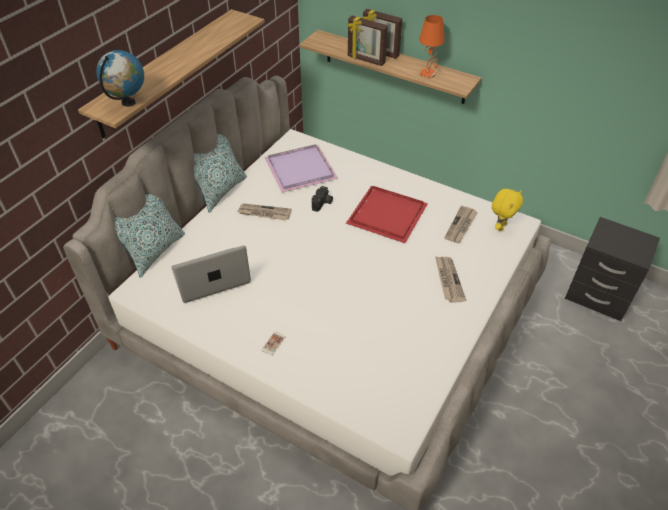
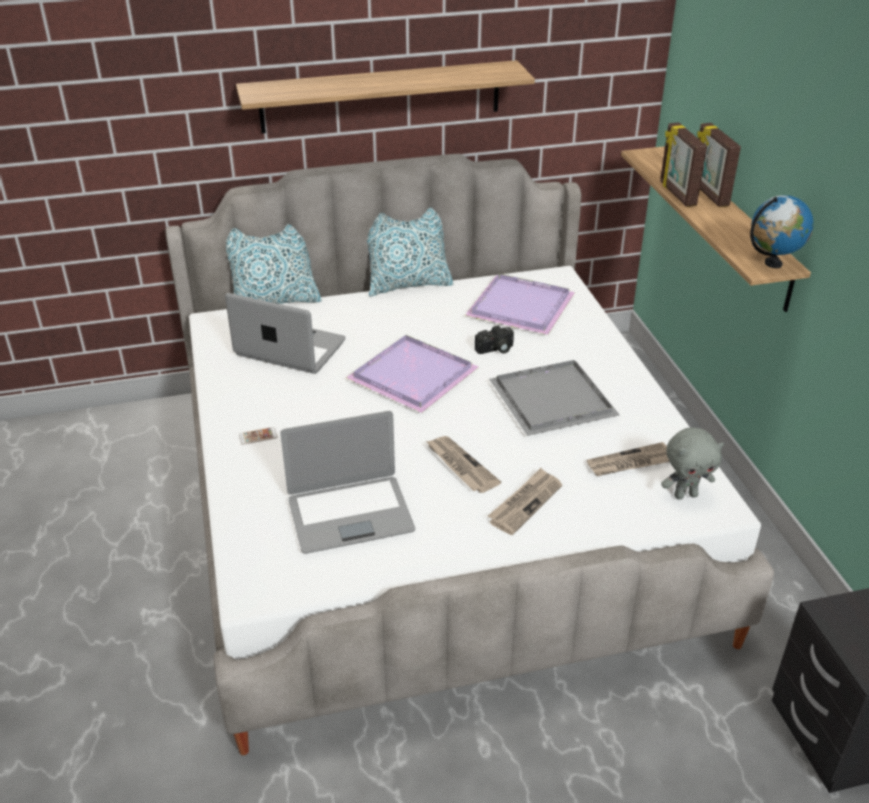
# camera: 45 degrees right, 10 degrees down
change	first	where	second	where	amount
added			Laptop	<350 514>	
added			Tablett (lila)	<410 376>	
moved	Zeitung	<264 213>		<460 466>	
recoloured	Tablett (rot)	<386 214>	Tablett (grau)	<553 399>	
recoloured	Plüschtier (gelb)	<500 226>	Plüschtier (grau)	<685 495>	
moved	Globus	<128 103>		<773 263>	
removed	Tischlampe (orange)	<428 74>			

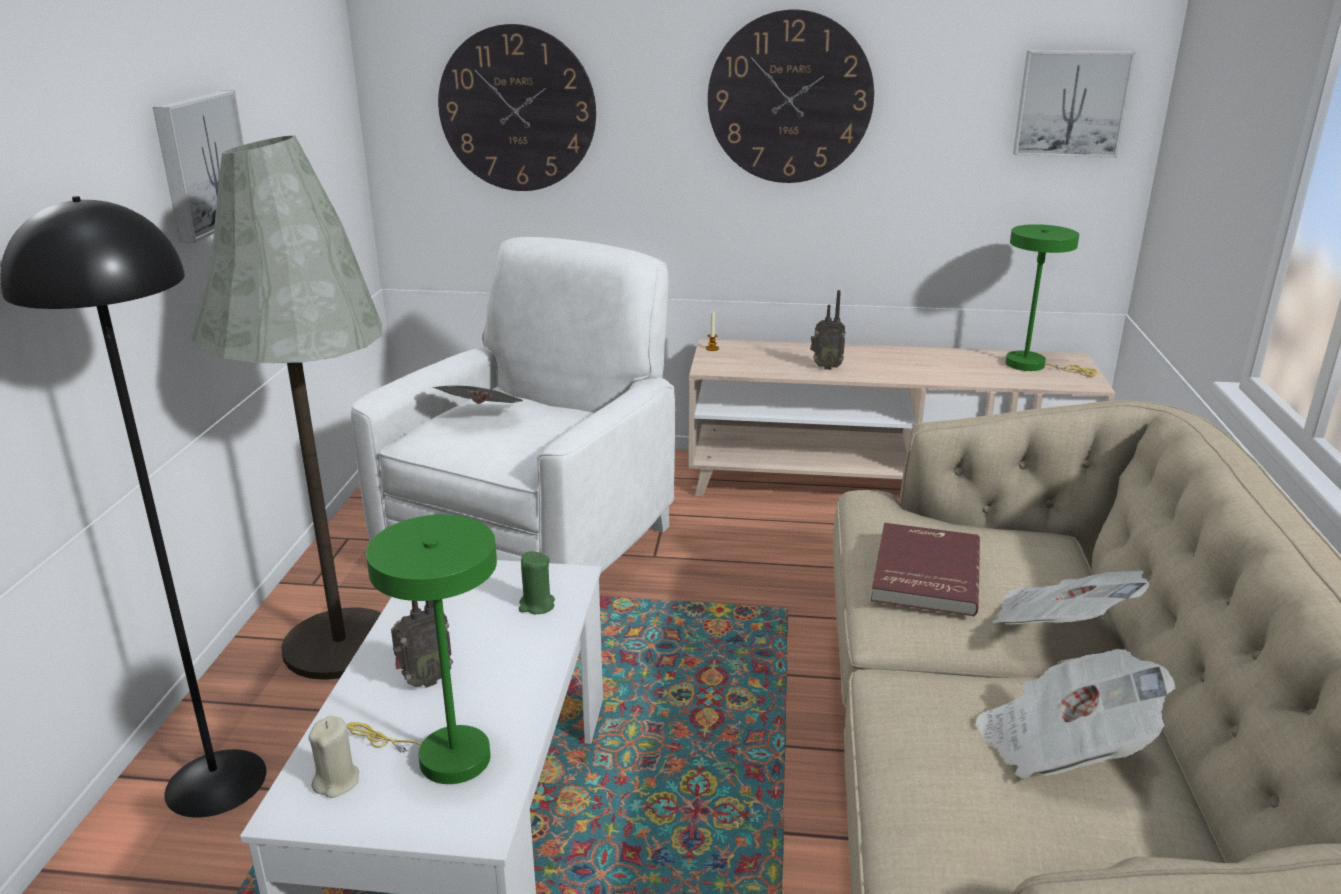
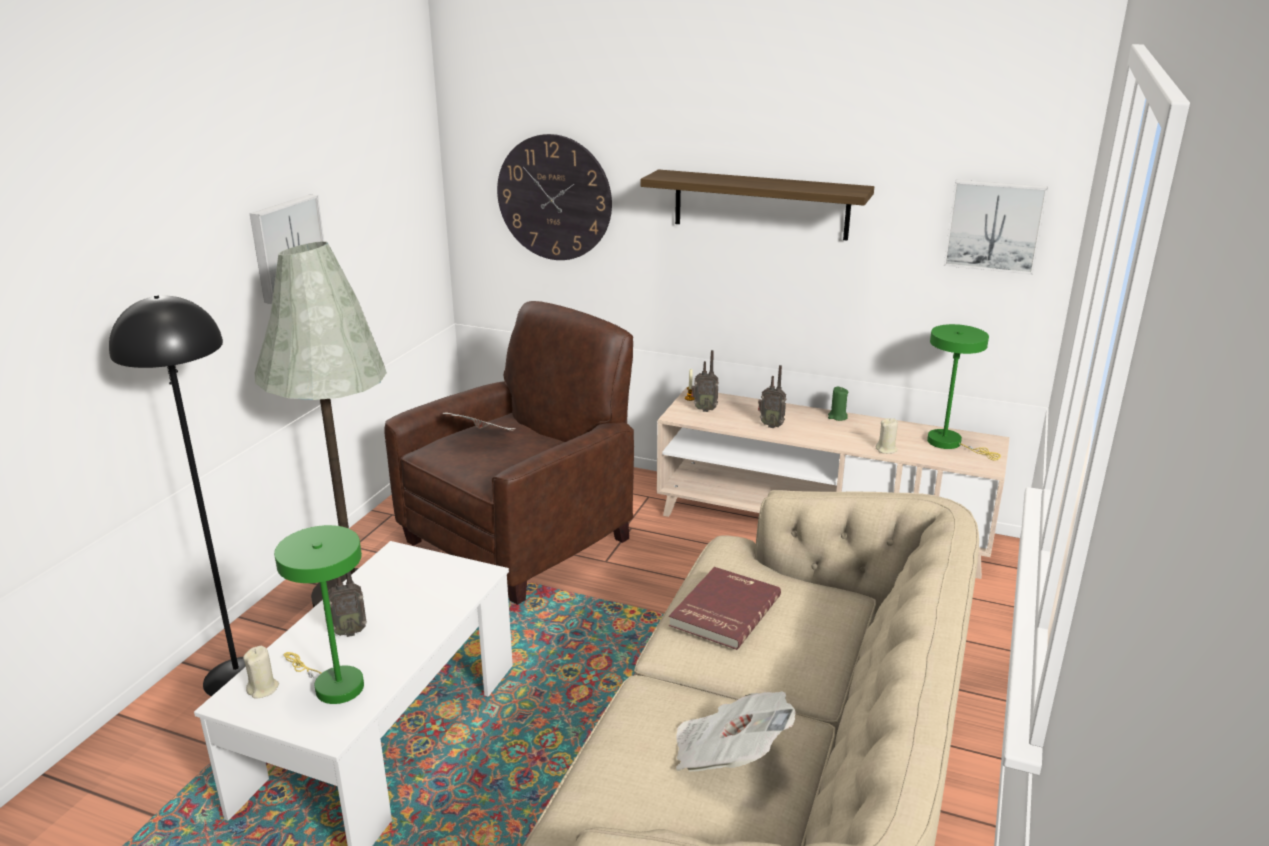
# camera: 15 degrees right, 0 degrees up
change	first	where	second	where	amount
recoloured	Sessel (weiß)	<534 545>	Sessel (braun)	<520 539>	
replaced	Wanduhr	<790 98>	Wandregal	<760 204>	
added			Radio	<704 409>	
moved	Kerze (grün)	<536 605>		<837 417>	
added			Kerze (beige)	<886 449>	
removed	Zeitung	<1059 628>			

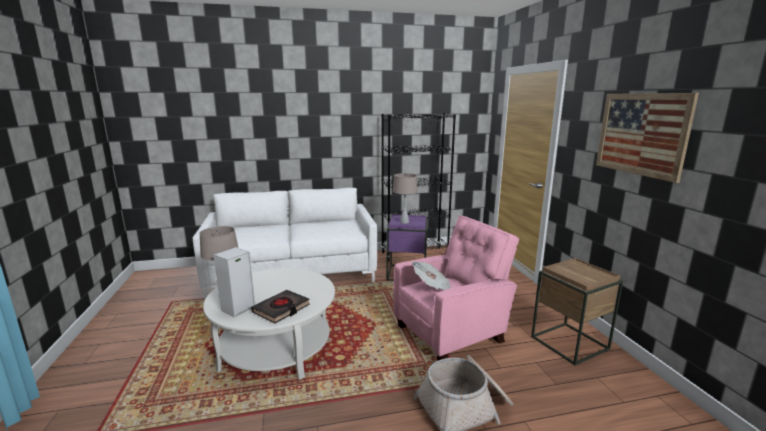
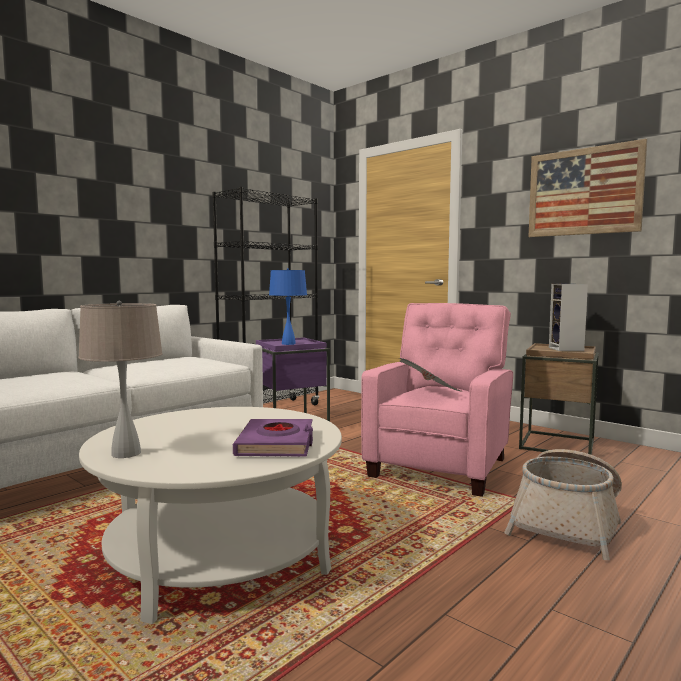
# camera: 35 degrees left, 10 degrees down
change	first	where	second	where	amount
recoloured	Buch (schwarz)	<281 309>	Buch (lila)	<277 444>	
recoloured	Tischlampe (beige)	<404 222>	Tischlampe (blau)	<288 344>	
moved	Lautsprecher	<237 309>		<567 349>	

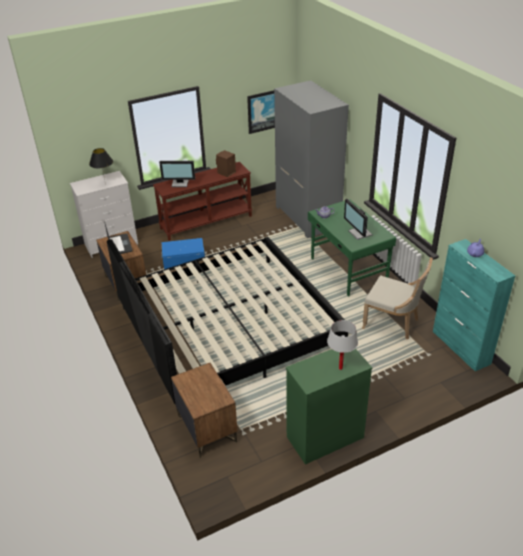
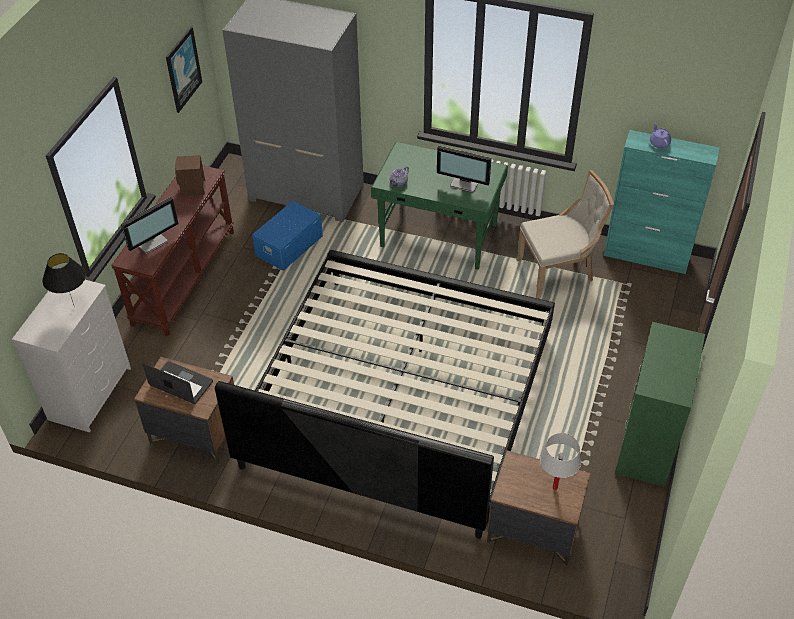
# camera: 45 degrees left, 10 degrees up
change	first	where	second	where	amount
moved	Aufbewahrungsbox (blau)	<184 262>		<288 245>	
moved	Tischlampe (weiß)	<340 368>		<555 487>	

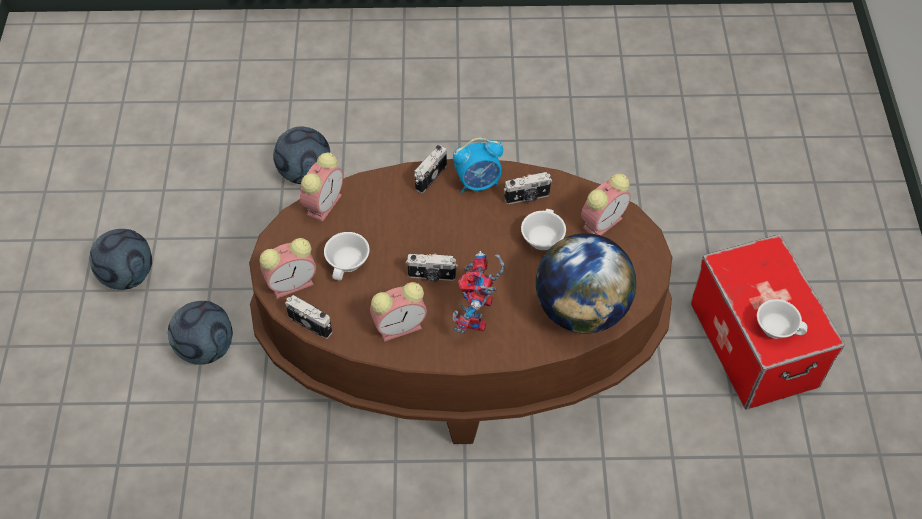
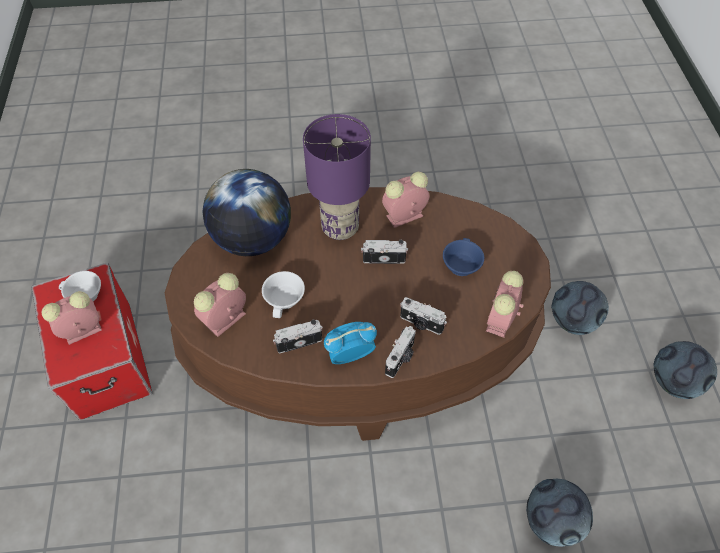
# camera: 175 degrees right, 0 degrees up
change	first	where	second	where	amount
moved	Wecker	<293 282>		<81 332>	
replaced	Spielzeugroboter	<479 317>	Tischlampe (lila)	<339 227>	
moved	Kamera	<311 323>		<421 323>	
recoloured	Tasse (weiß)	<349 263>	Tasse (blau)	<459 265>	

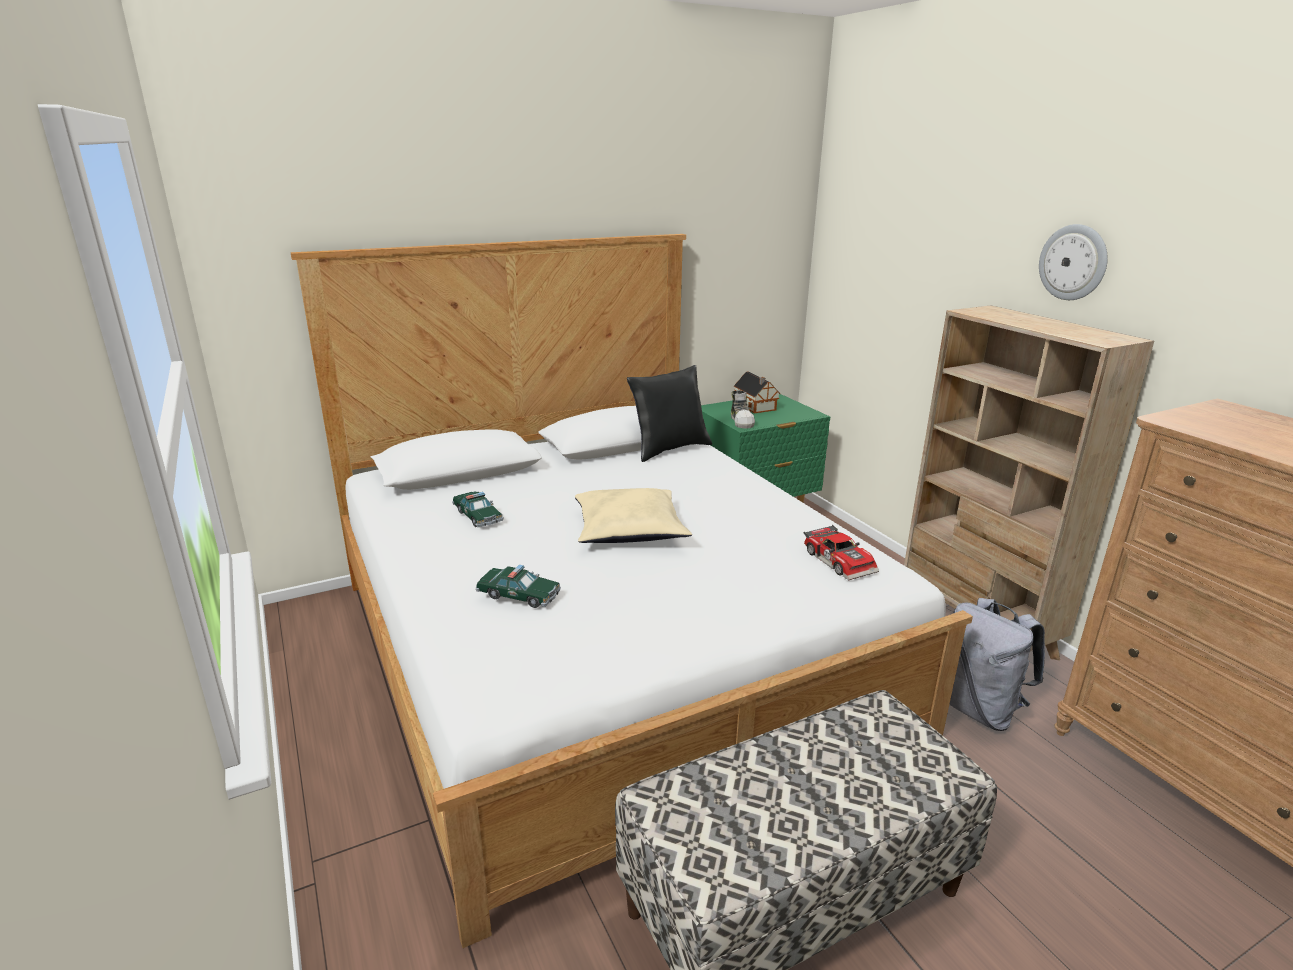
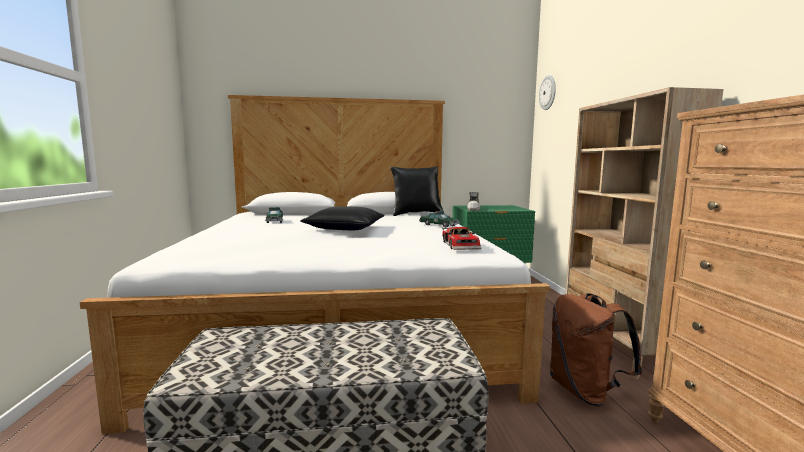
# camera: 20 degrees right, 15 degrees down
change	first	where	second	where	amount
recoloured	Kissen (beige)	<630 529>	Kissen (schwarz)	<346 228>	
moved	Spielzeugauto	<519 595>		<439 225>	
moved	Wanduhr	<1073 262>		<548 93>	
recoloured	Rucksack (grau)	<979 709>	Rucksack (braun)	<585 392>	
removed	Spielzeughaus	<755 406>			

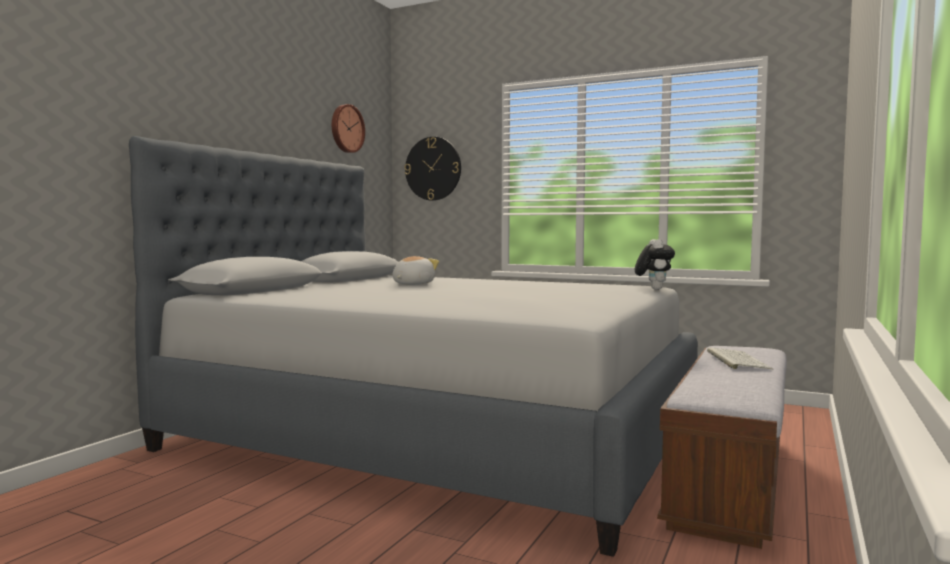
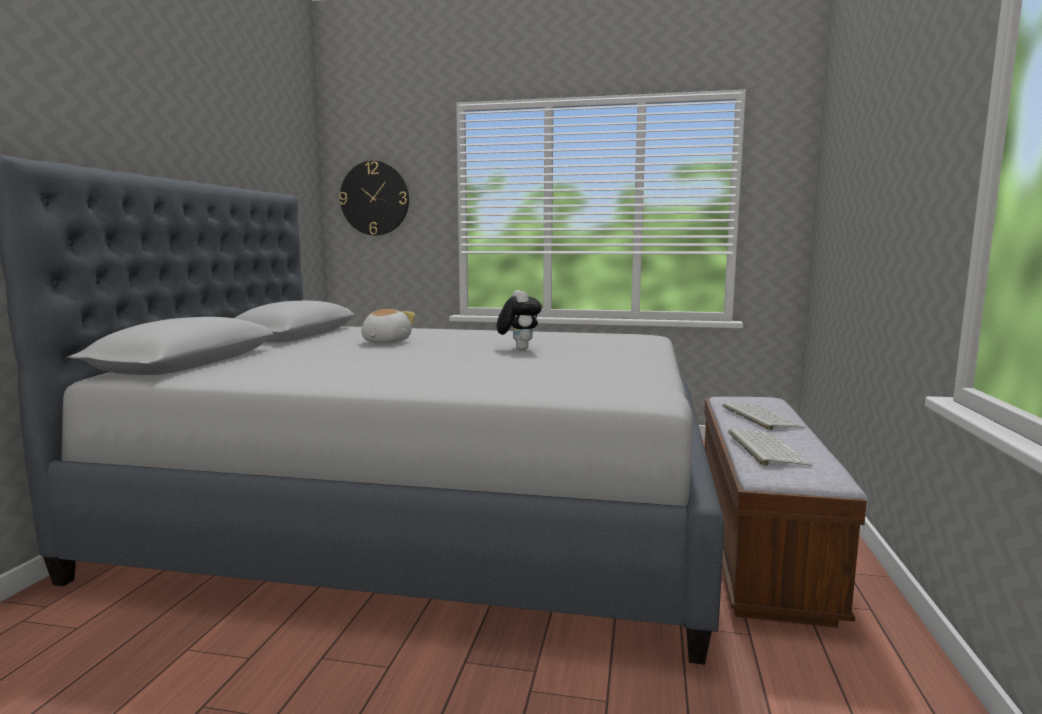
# camera: 15 degrees left, 5 degrees up
change	first	where	second	where	amount
moved	Plüschtier	<653 289>		<518 349>	
added			Tastatur	<764 448>	
removed	Wanduhr	<346 128>			

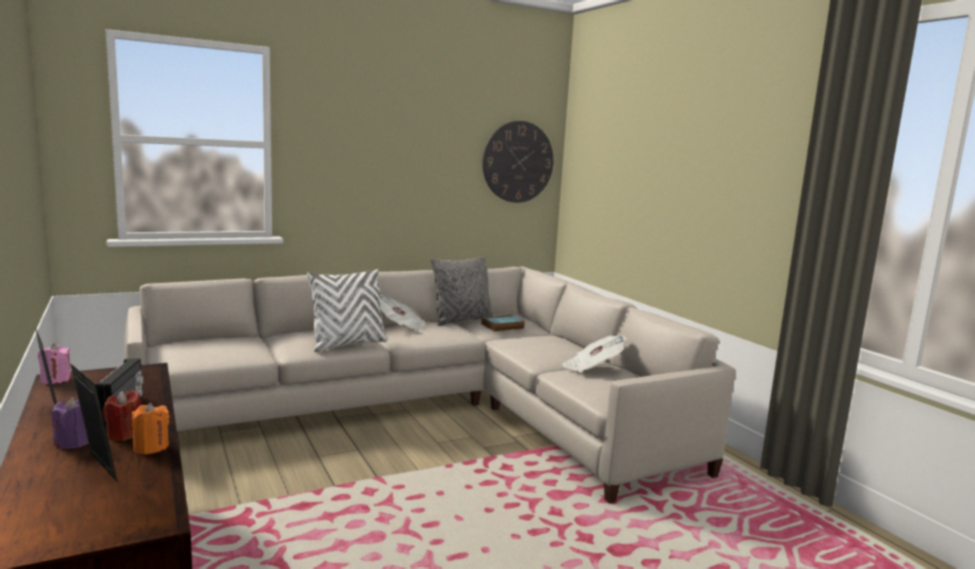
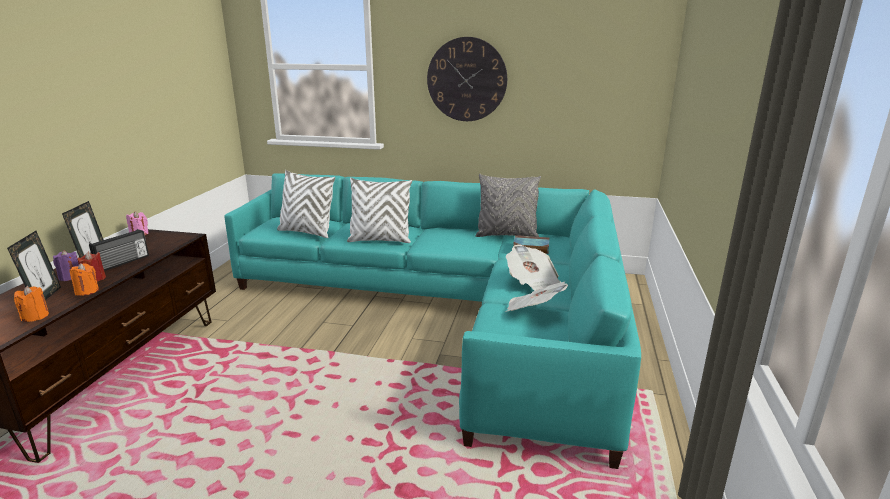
# camera: 40 degrees right, 10 degrees up
change	first	where	second	where	amount
added			Kerze (orange)	<35 316>	
recoloured	Sofa (beige)	<437 409>	Sofa (türkis)	<453 309>	
added			Kissen (weiß)	<307 232>	
moved	Wanduhr	<518 162>		<466 80>	
moved	Zeitung	<401 326>		<532 283>	

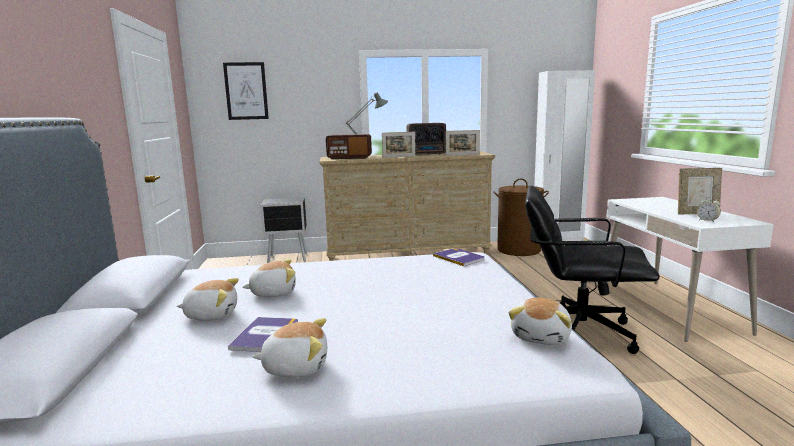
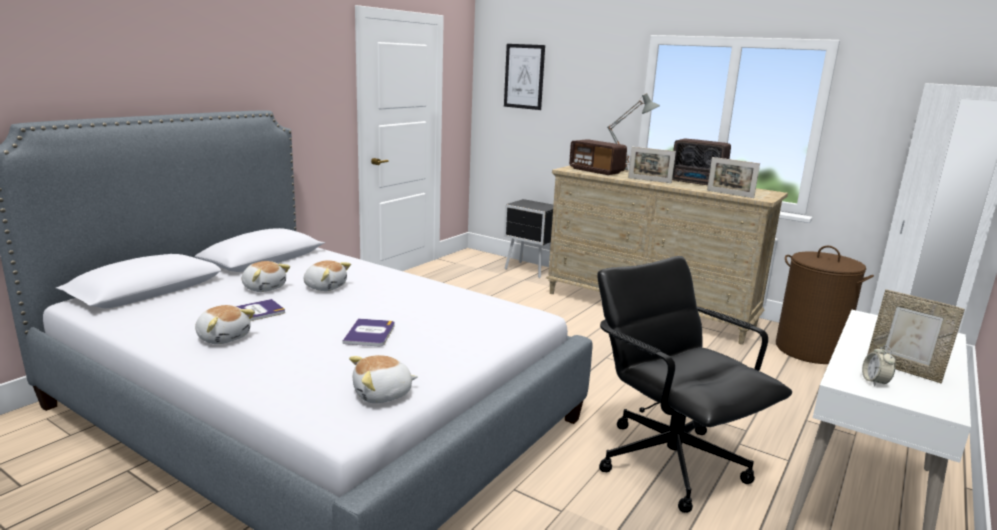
# camera: 40 degrees right, 5 degrees up
change	first	where	second	where	amount
moved	Buch	<459 258>		<370 333>	

